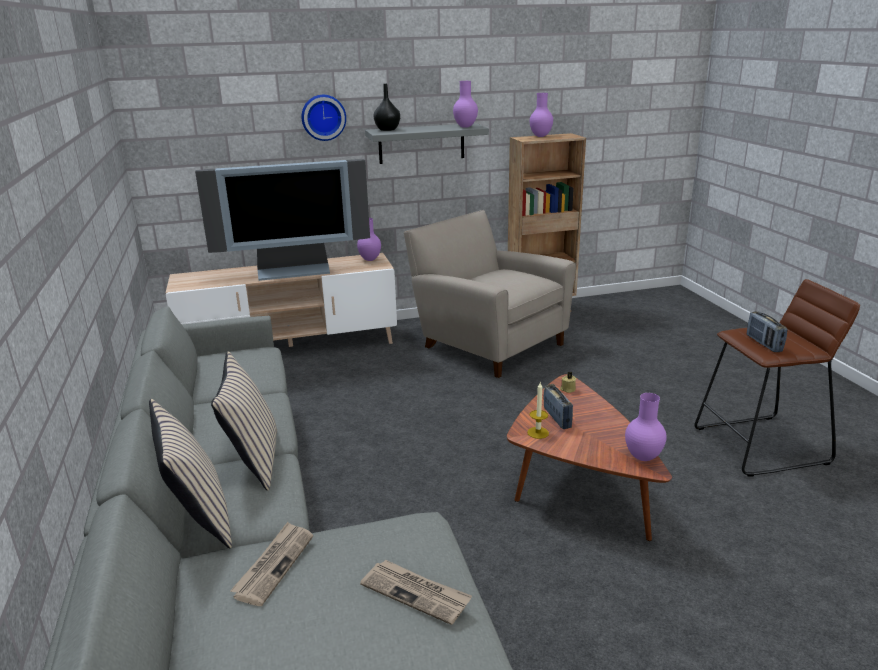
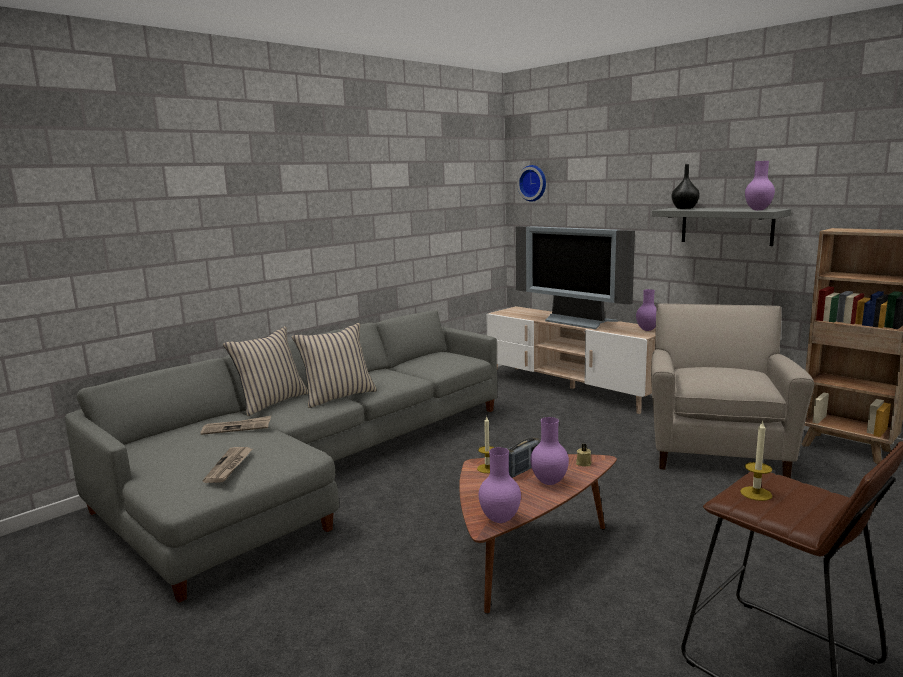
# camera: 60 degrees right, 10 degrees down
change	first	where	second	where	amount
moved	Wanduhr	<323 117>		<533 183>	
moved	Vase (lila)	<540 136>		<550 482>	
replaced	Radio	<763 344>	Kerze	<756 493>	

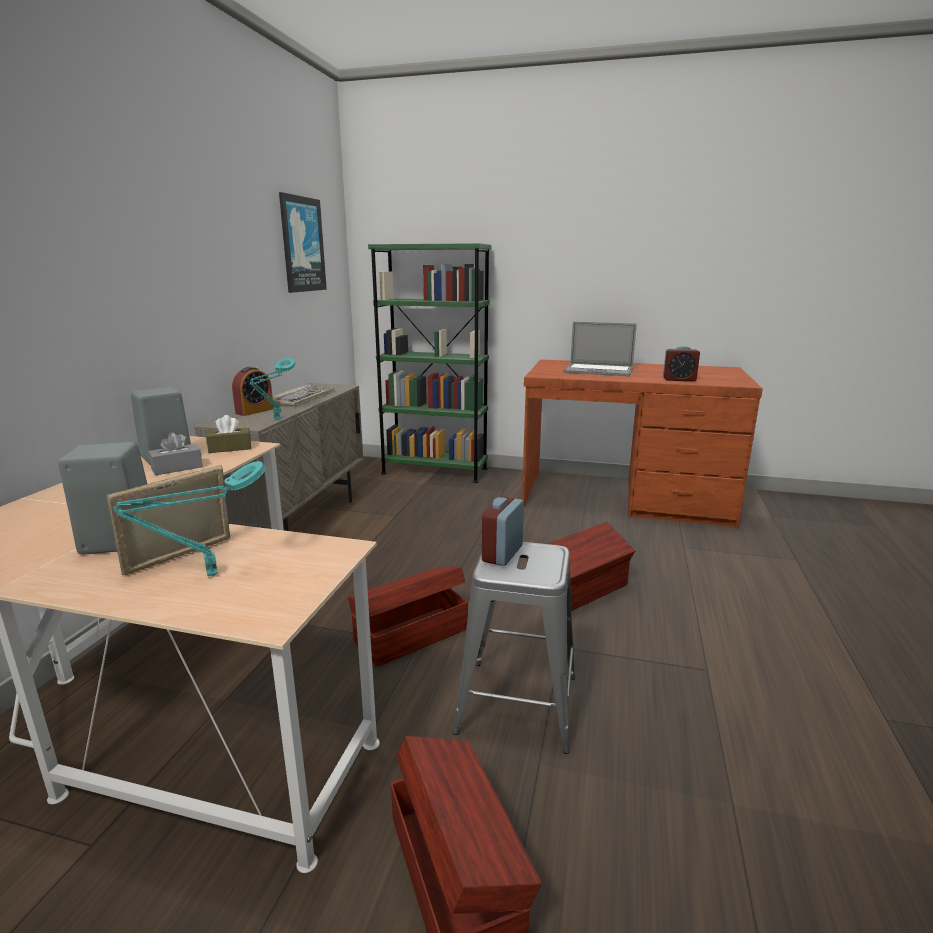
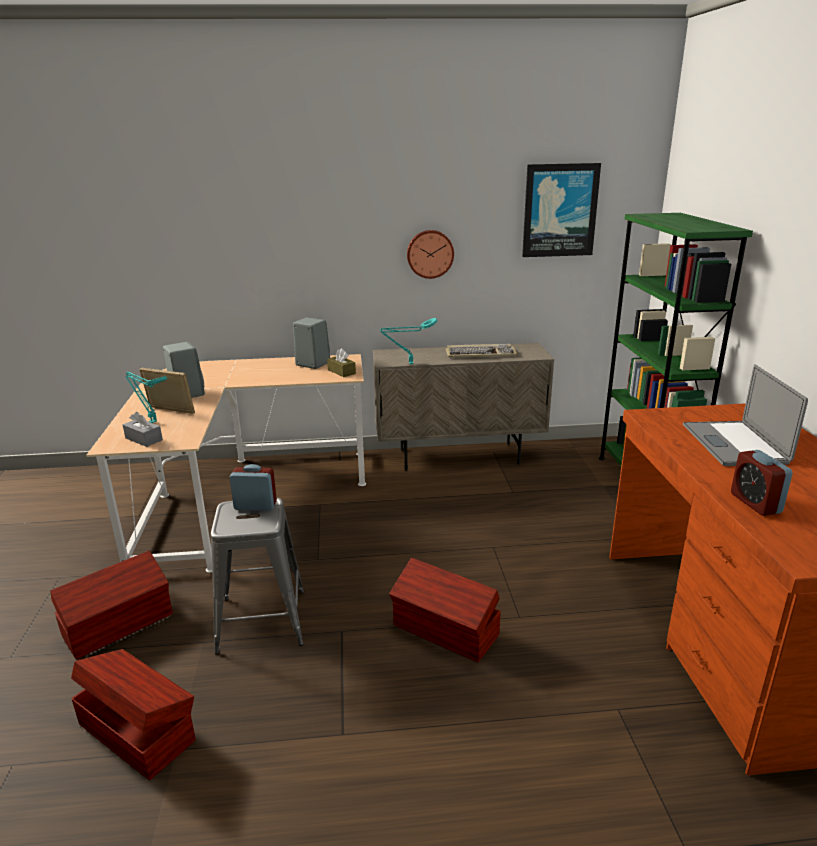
# camera: 70 degrees right, 5 degrees up
change	first	where	second	where	amount
moved	Aufbewahrungsbox (braun)	<410 634>		<137 730>	
moved	Taschentuchbox (grau)	<177 468>		<144 439>	
added			Wanduhr	<430 254>	
removed	Wecker	<254 411>			

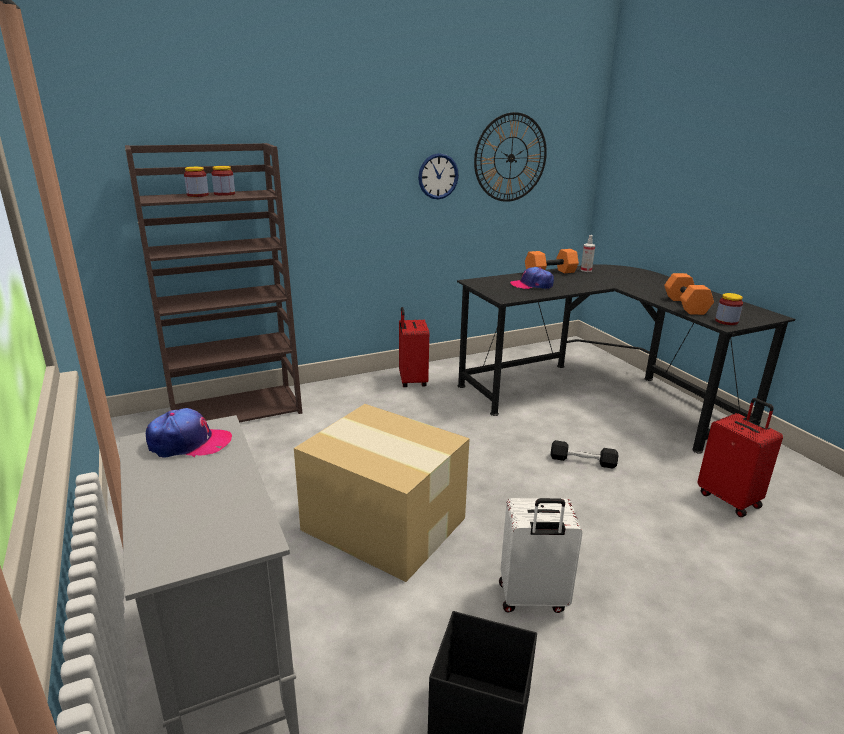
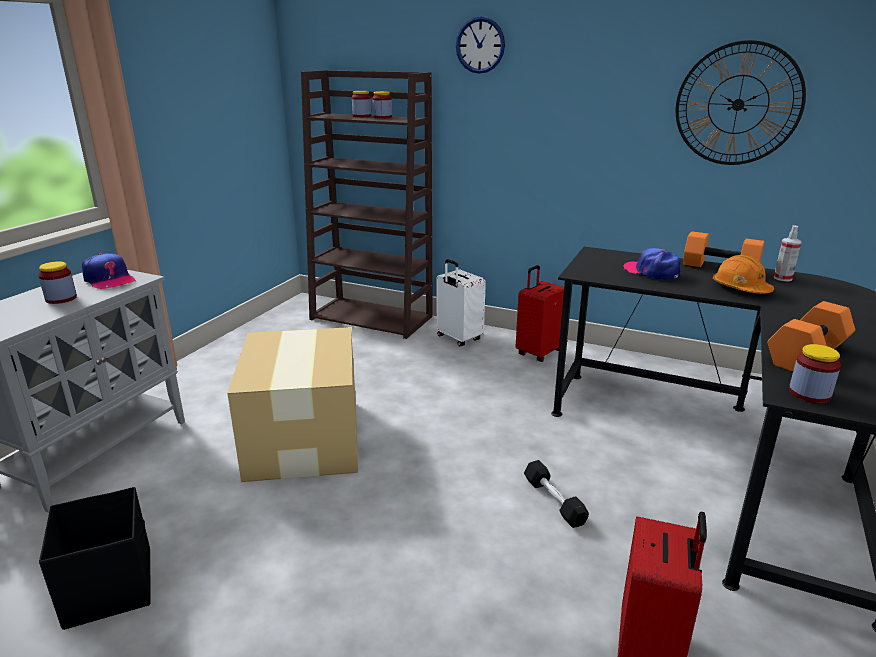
# camera: 50 degrees right, 0 degrees up
change	first	where	second	where	amount
added			Vorratsglas	<61 298>	
moved	Koffer (weiß)	<532 599>		<458 338>	
moved	Wanduhr	<438 176>		<480 45>	
added			Schutzhelm (orange)	<740 288>	

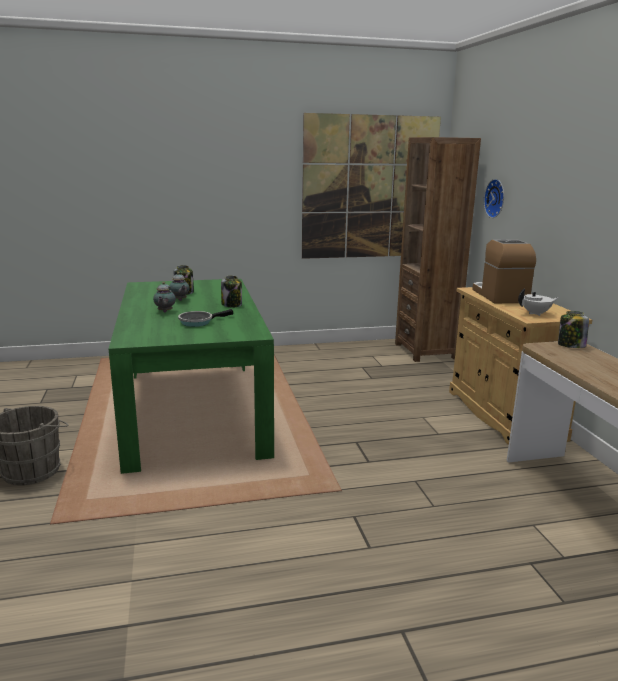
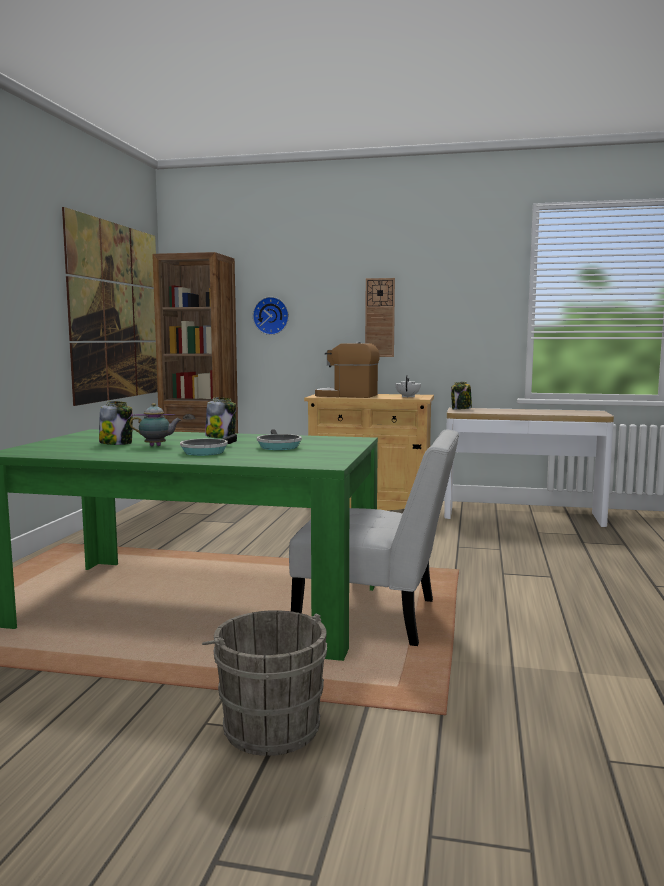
# camera: 65 degrees left, 10 degrees down
change	first	where	second	where	amount
replaced	Teekanne	<164 312>	Pfanne	<206 451>	
added			Stuhl (weiß)	<375 617>	
added			Wanduhr	<380 317>	

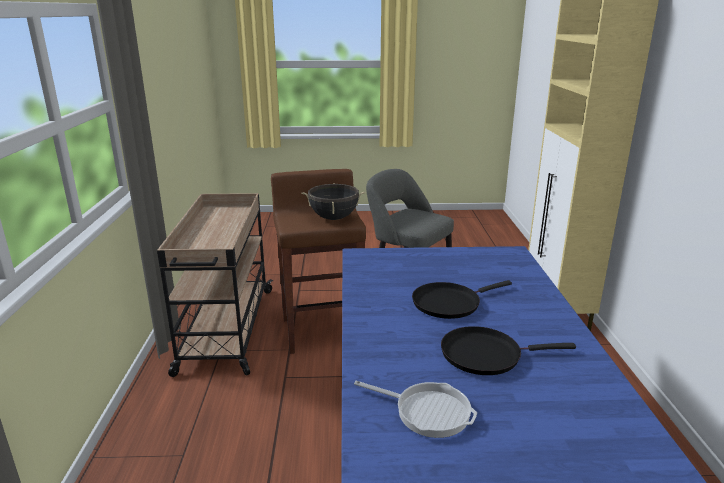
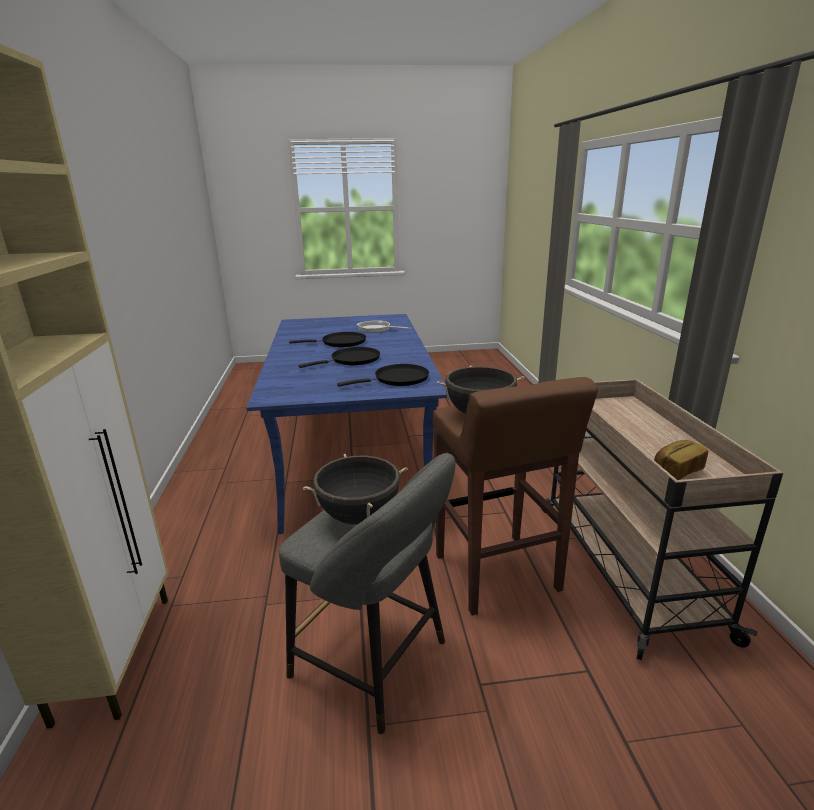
# camera: 175 degrees right, 0 degrees up
change	first	where	second	where	amount
added			Kochtopf (schwarz)	<359 516>	
added			Pfanne (schwarz)	<398 379>	
added			Brot	<676 471>	

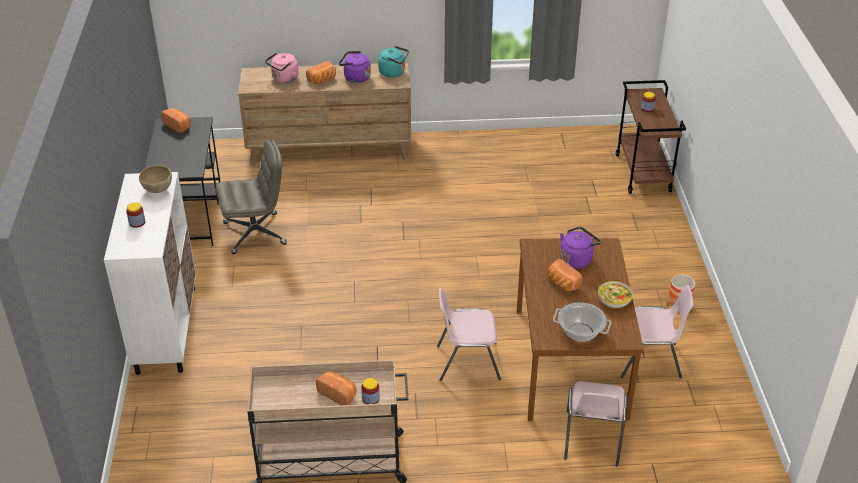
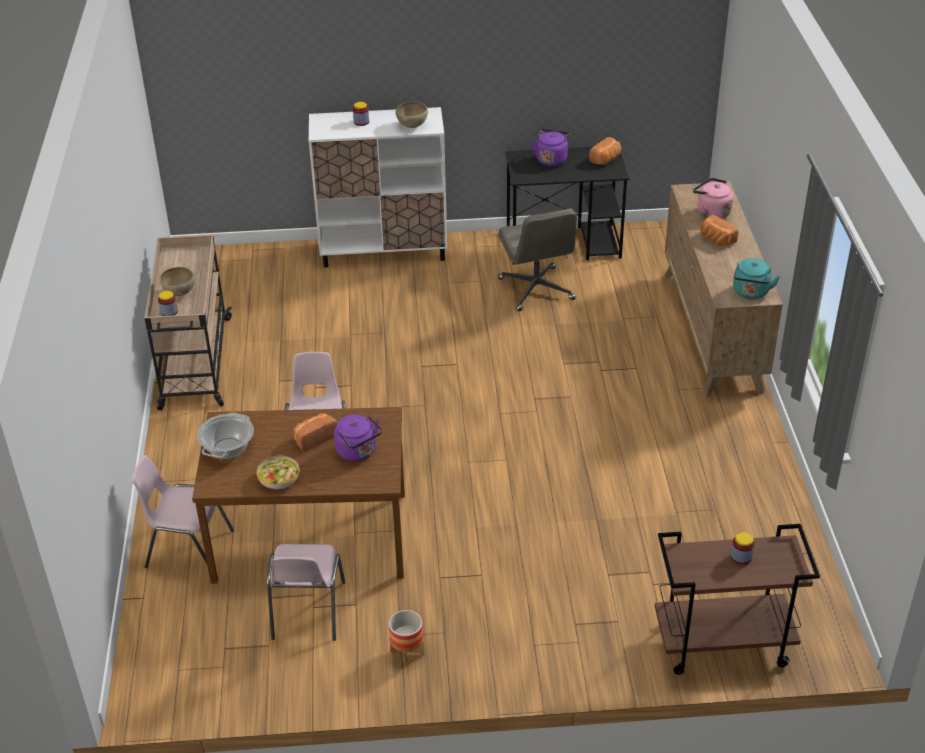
# camera: 90 degrees right, 0 degrees up
change	first	where	second	where	amount
replaced	Brot	<338 394>	Schüssel (braun)	<179 293>	
moved	Wasserkessel (lila)	<355 78>		<551 159>	

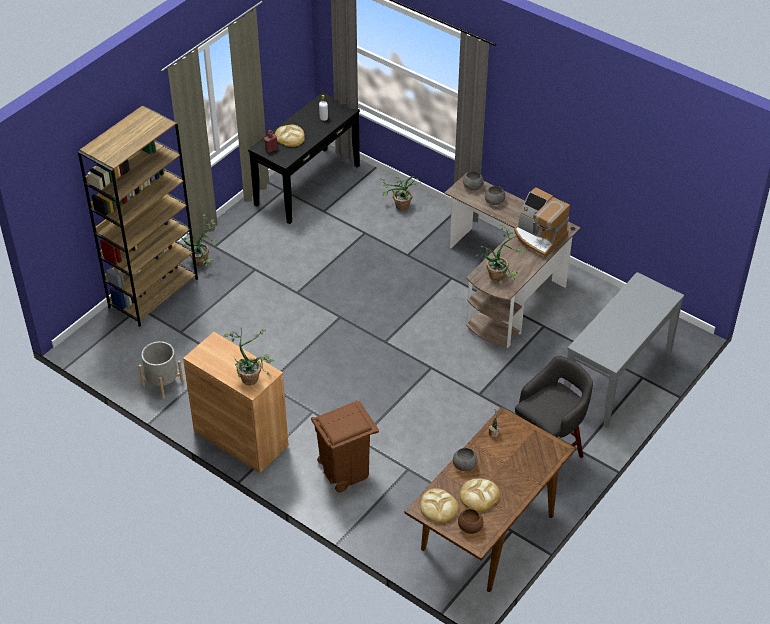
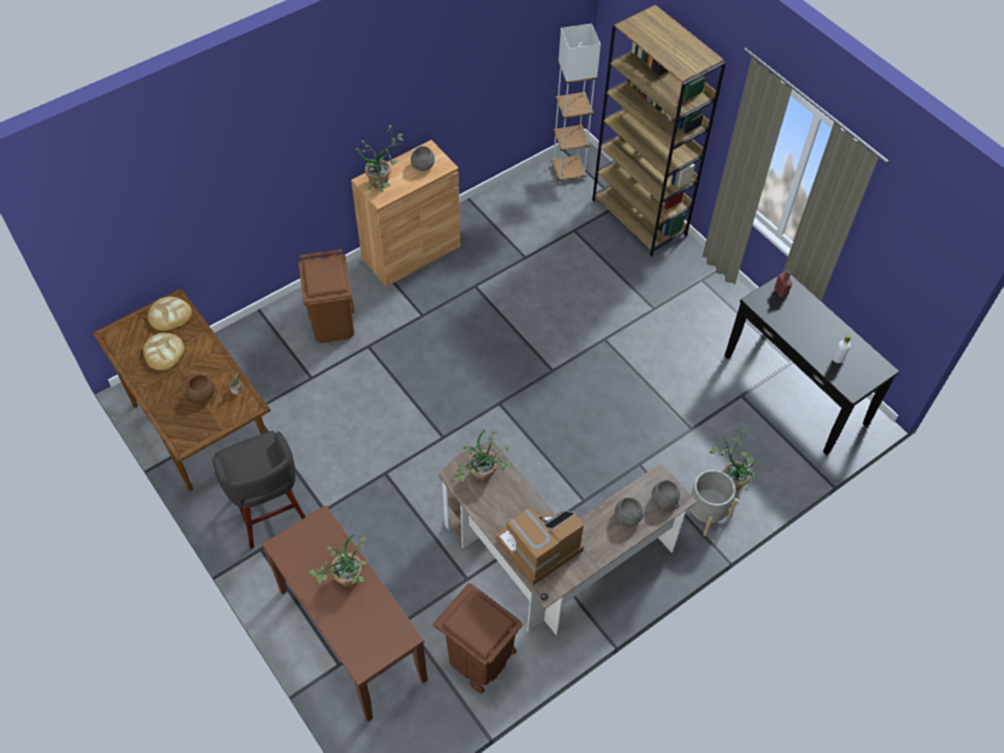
# camera: 105 degrees right, 10 degrees up
change	first	where	second	where	amount
moved	Schüssel (braun)	<470 527>		<202 394>	
recoloured	Konsolentisch (grau)	<617 377>	Konsolentisch (braun)	<351 634>	
moved	Topfpflanze	<203 262>		<345 582>	
moved	Schüssel (grau)	<464 465>		<423 165>	
added			Mülleimer (braun)	<479 659>	
added			Stehlampe (weiß)	<568 171>	
moved	Pflanzkübel (grau)	<162 383>		<705 513>	
removed	Brot	<290 137>			

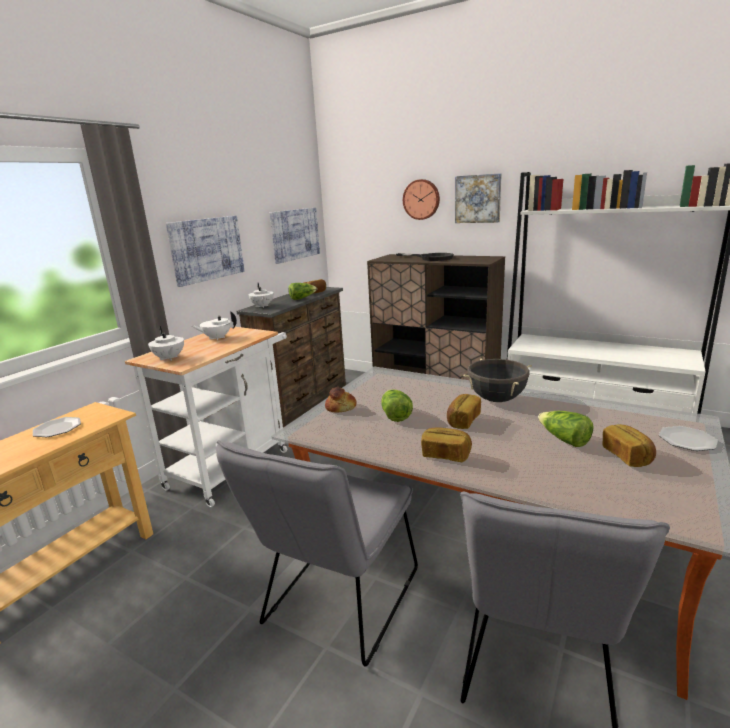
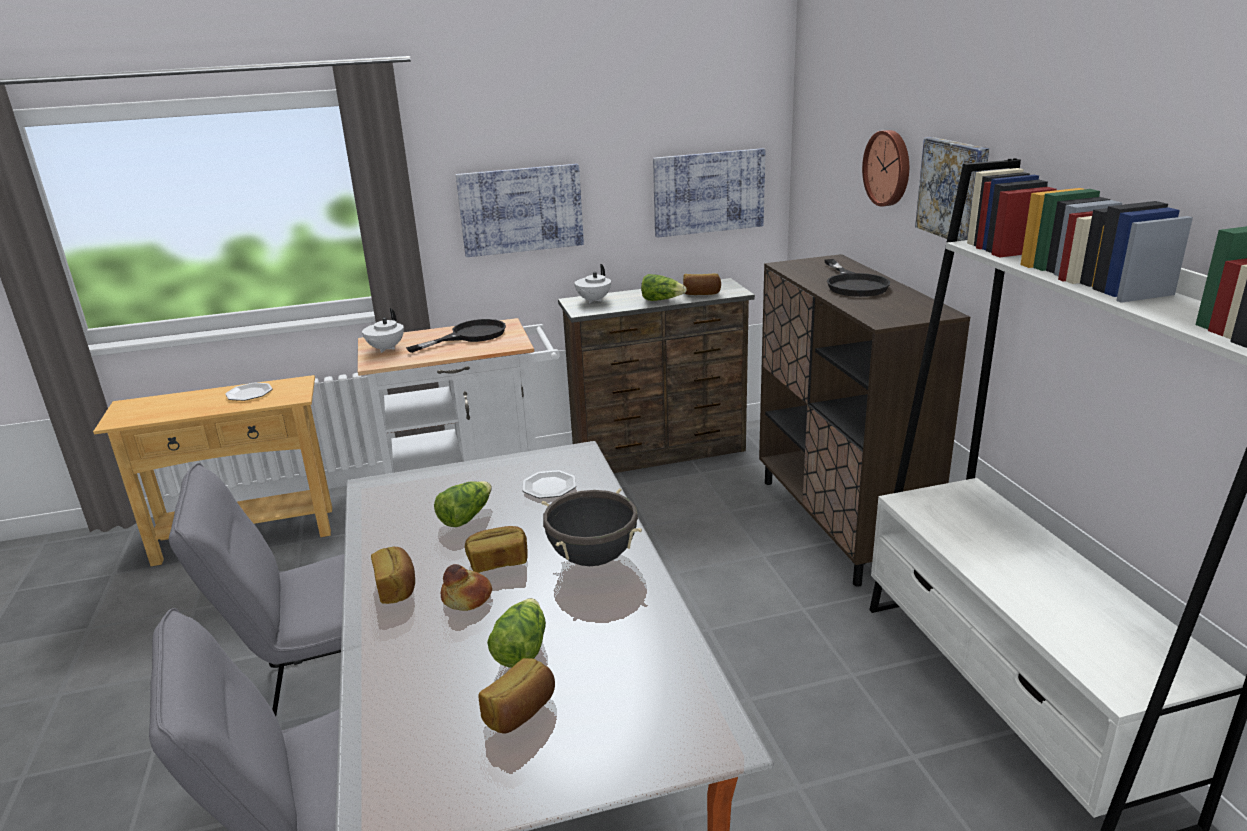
# camera: 45 degrees right, 5 degrees up
change	first	where	second	where	amount
replaced	Teekanne (weiß)	<217 338>	Pfanne (schwarz)	<470 336>	
moved	Brot	<341 408>		<466 599>	
moved	Teller	<686 440>		<549 486>	

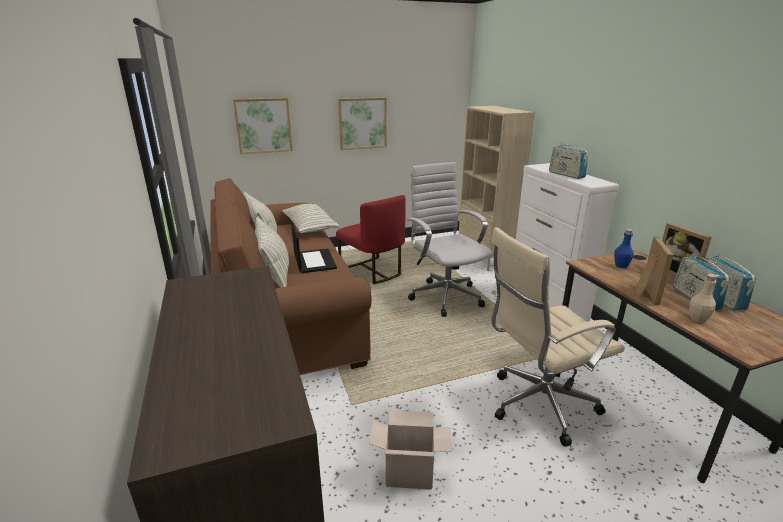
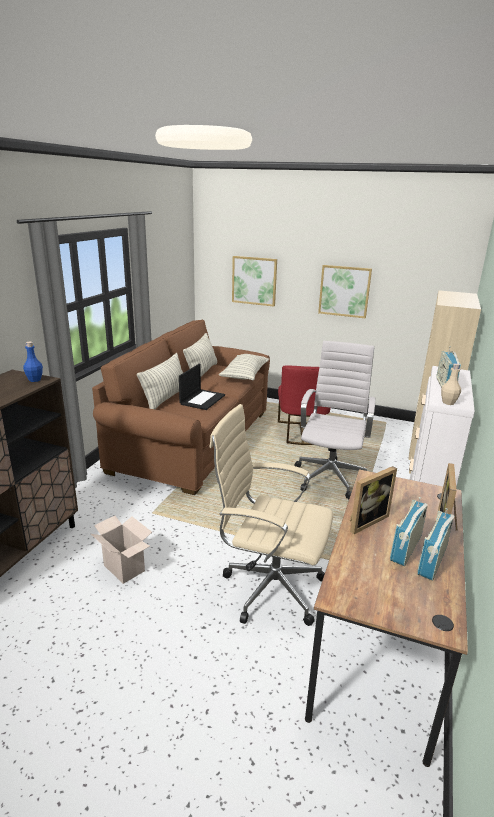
# camera: 40 degrees right, 0 degrees up
change	first	where	second	where	amount
moved	Flasche (blau)	<621 265>		<35 380>	
moved	Flasche (beige)	<697 318>		<448 402>	

